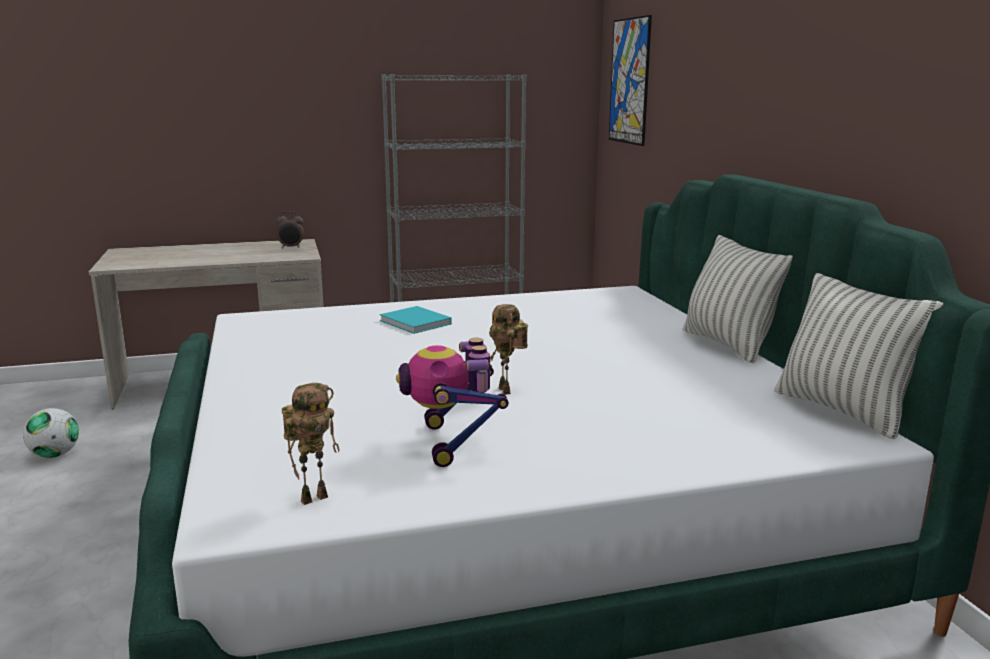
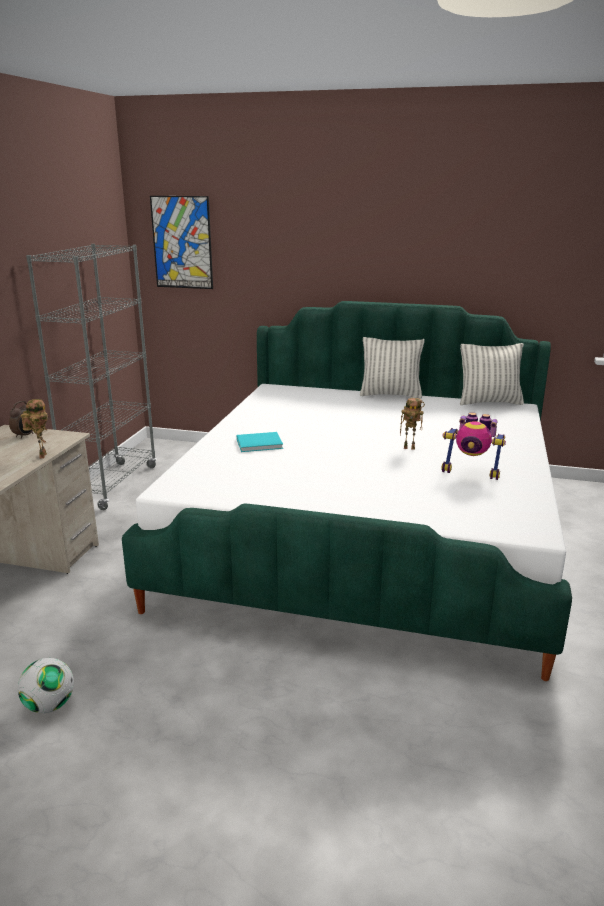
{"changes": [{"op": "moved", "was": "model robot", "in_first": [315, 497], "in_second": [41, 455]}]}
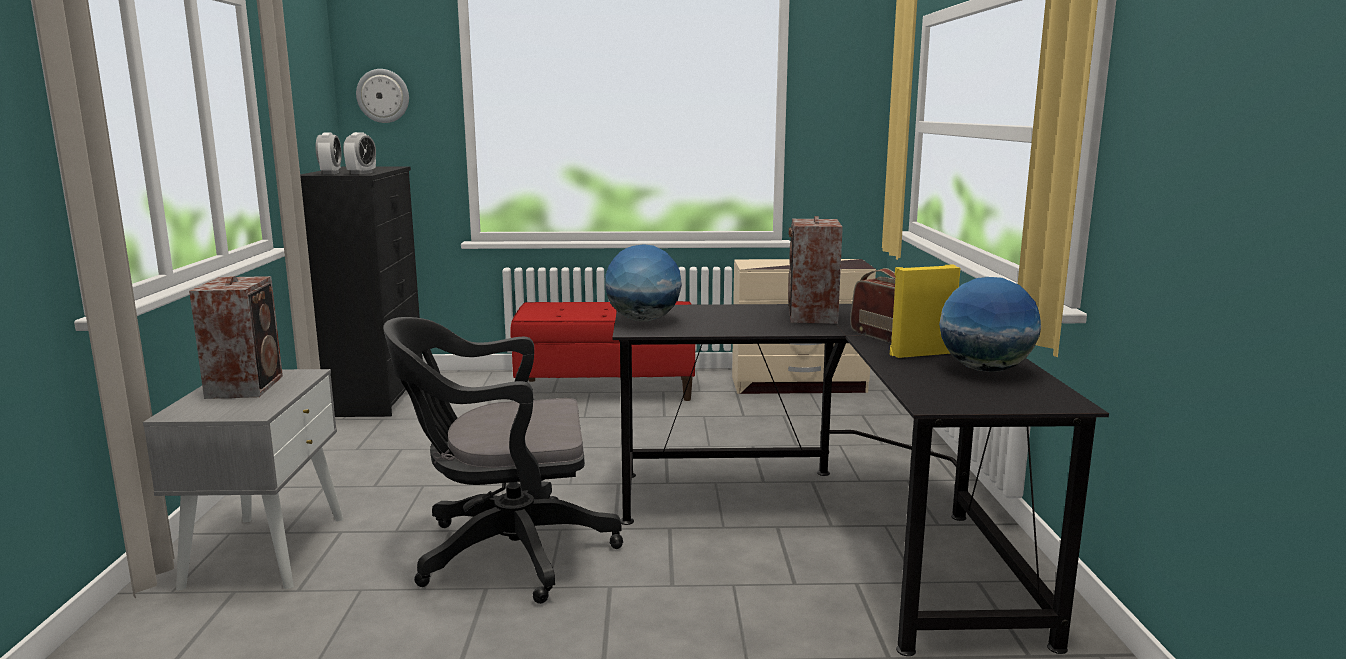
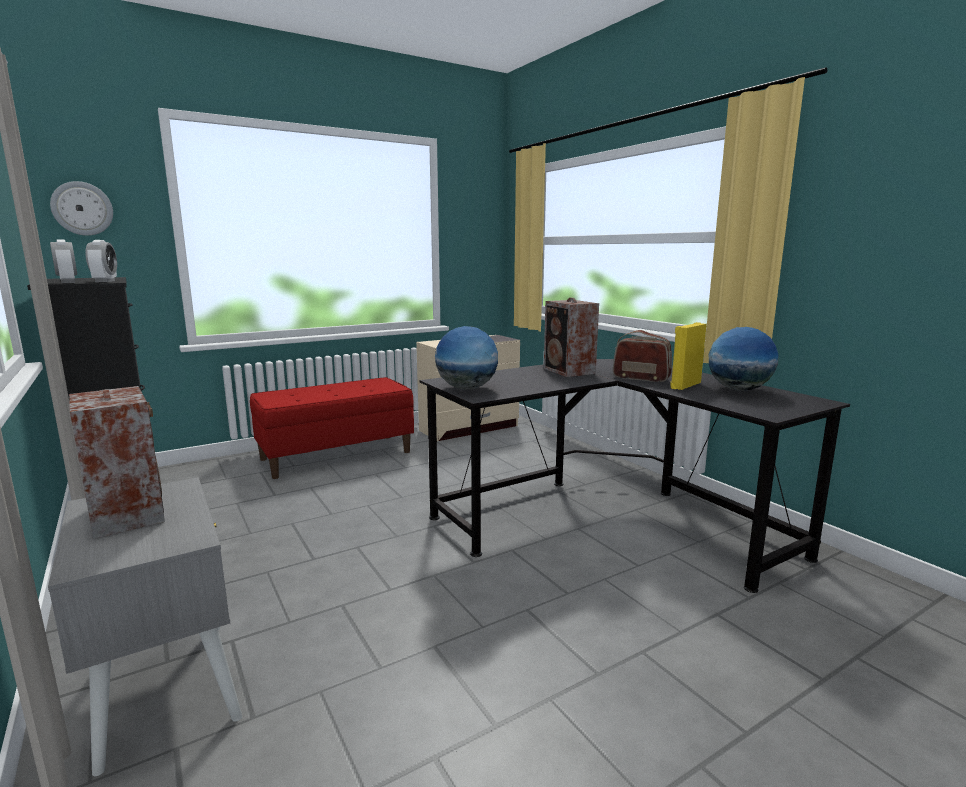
{"changes": [{"op": "removed", "was": "computer chair (black-coloured)", "in_first": [504, 552]}]}
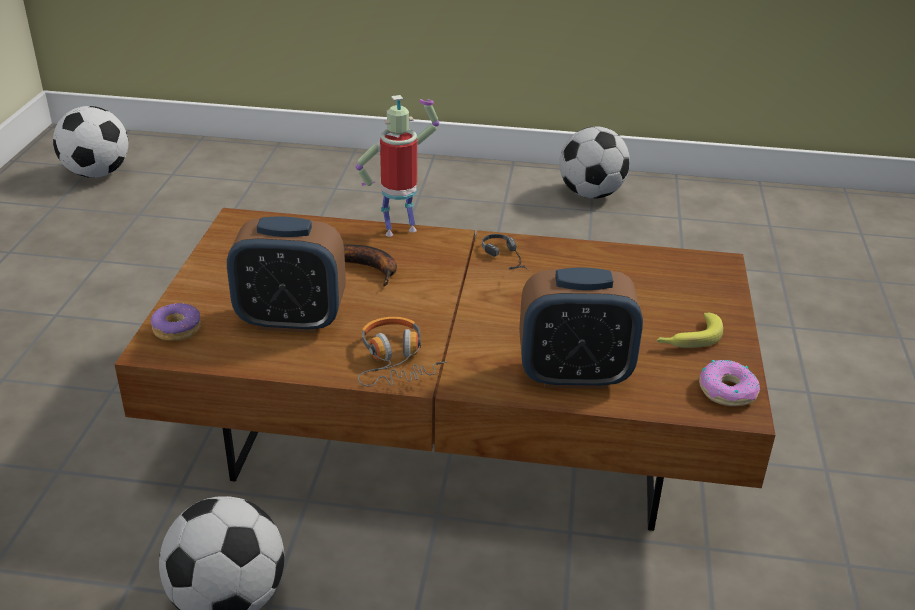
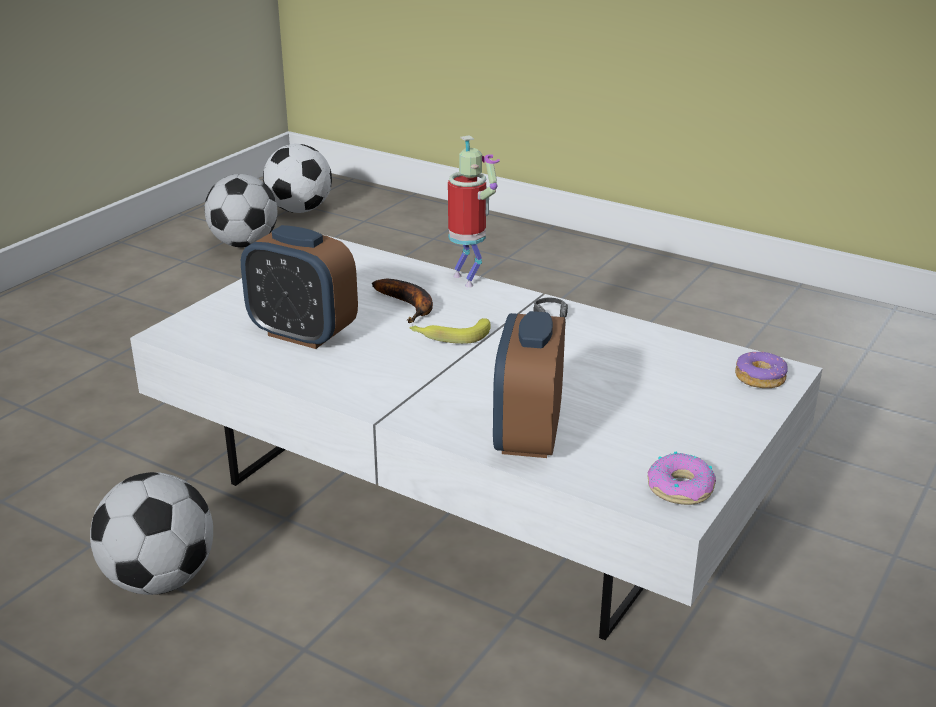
{"changes": [{"op": "turned", "was": "model robot", "in_first": [400, 229], "in_second": [468, 280], "clockwise": 60}, {"op": "moved", "was": "football", "in_first": [591, 194], "in_second": [245, 244]}, {"op": "recoloured", "was": "low table (brown)", "now": "low table (white)", "in_first": [456, 426], "in_second": [470, 491]}, {"op": "turned", "was": "table clock", "in_first": [574, 375], "in_second": [528, 437], "clockwise": 75}, {"op": "moved", "was": "donut", "in_first": [177, 329], "in_second": [760, 378]}, {"op": "moved", "was": "whole banana", "in_first": [688, 339], "in_second": [450, 336]}, {"op": "removed", "was": "pair of headphones", "in_first": [395, 361]}]}
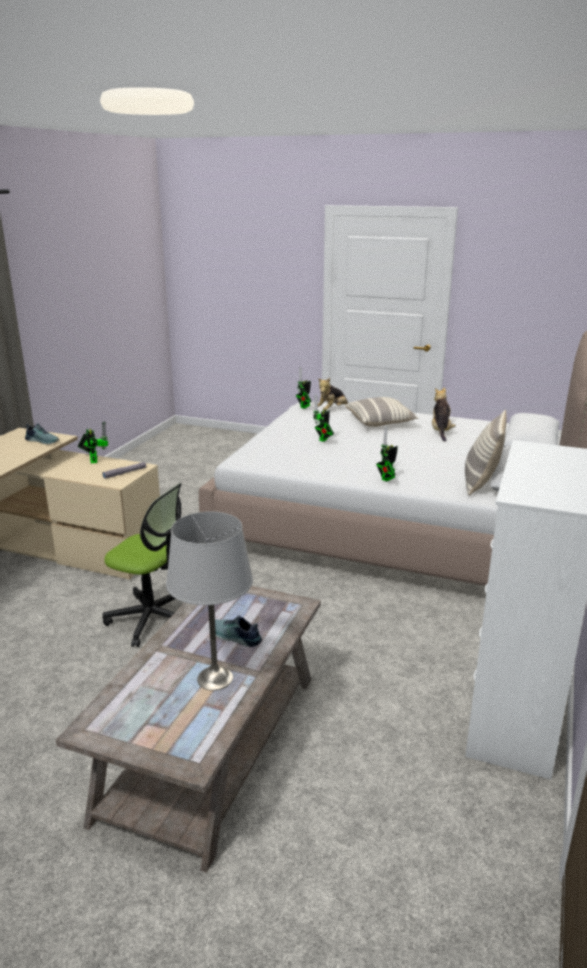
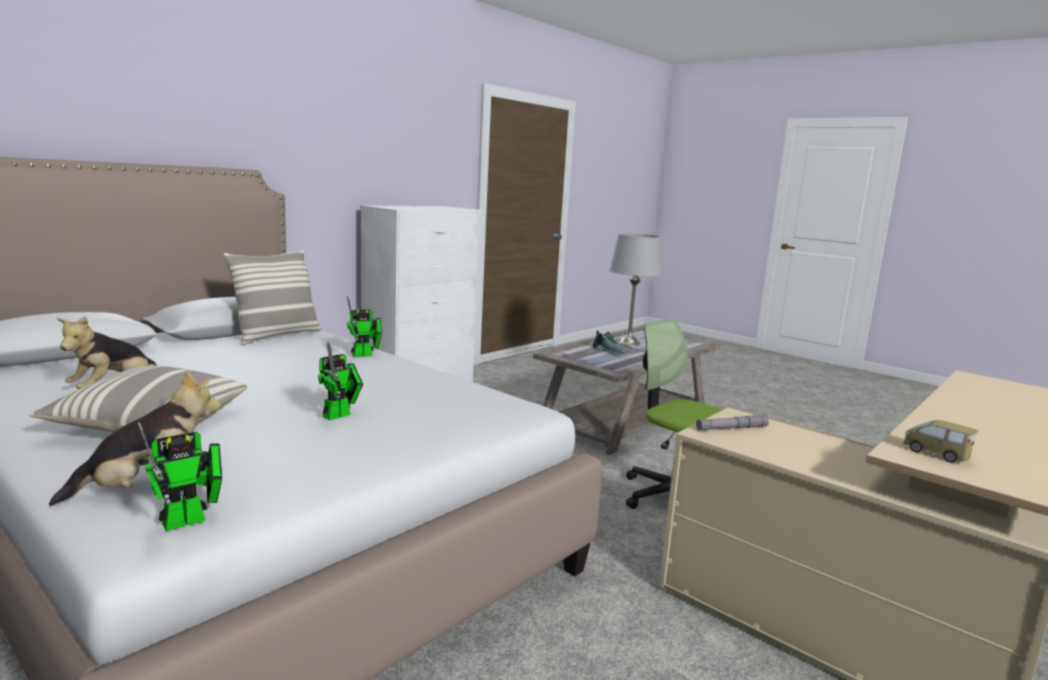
{"changes": [{"op": "removed", "was": "model robot", "in_first": [94, 460]}, {"op": "replaced", "was": "shoe", "now": "model car", "in_first": [43, 441], "in_second": [935, 453]}]}
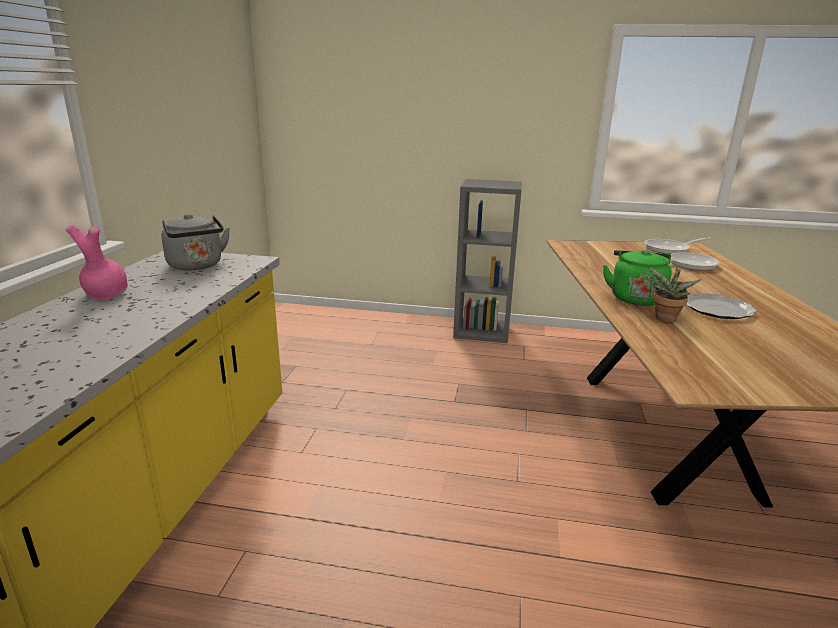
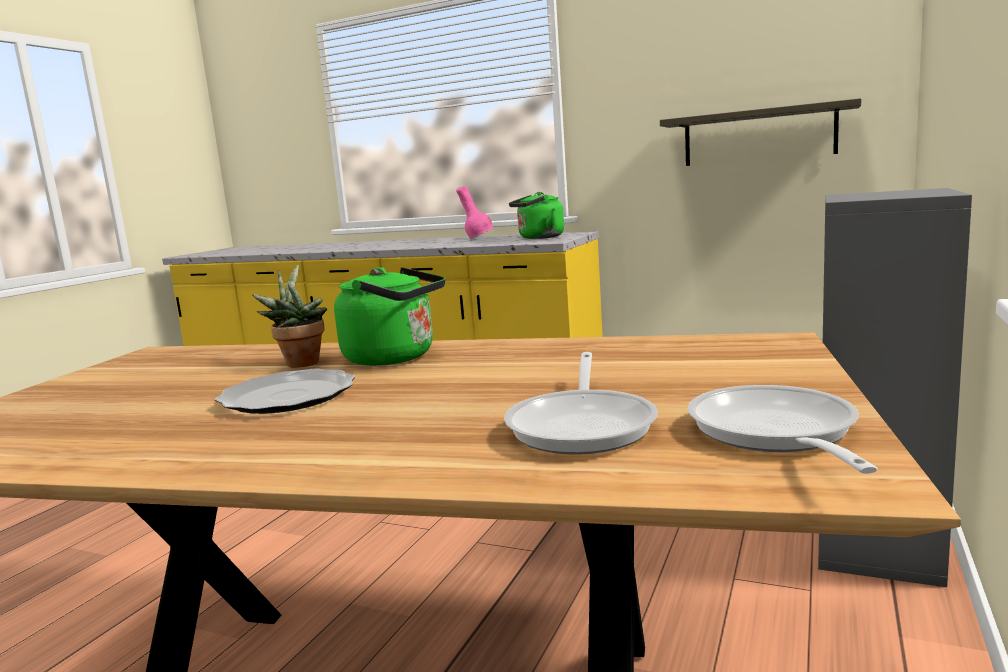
{"changes": [{"op": "recoloured", "was": "kettle (grey)", "now": "kettle (green)", "in_first": [197, 266], "in_second": [538, 238]}, {"op": "added", "now": "shelf", "in_second": [758, 136]}]}
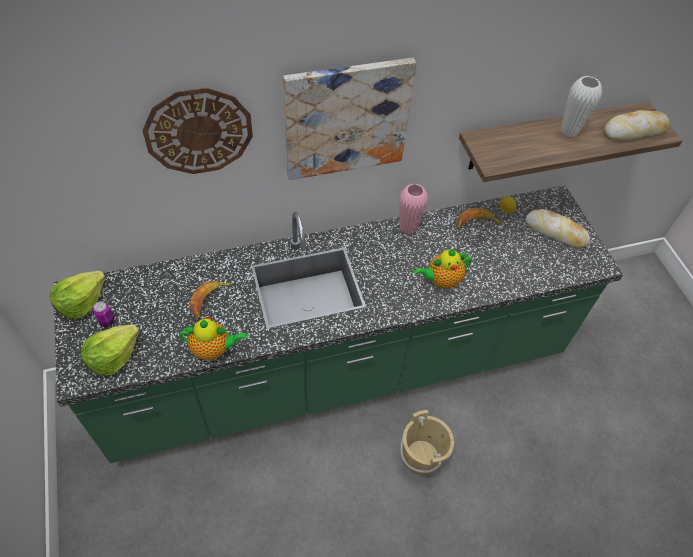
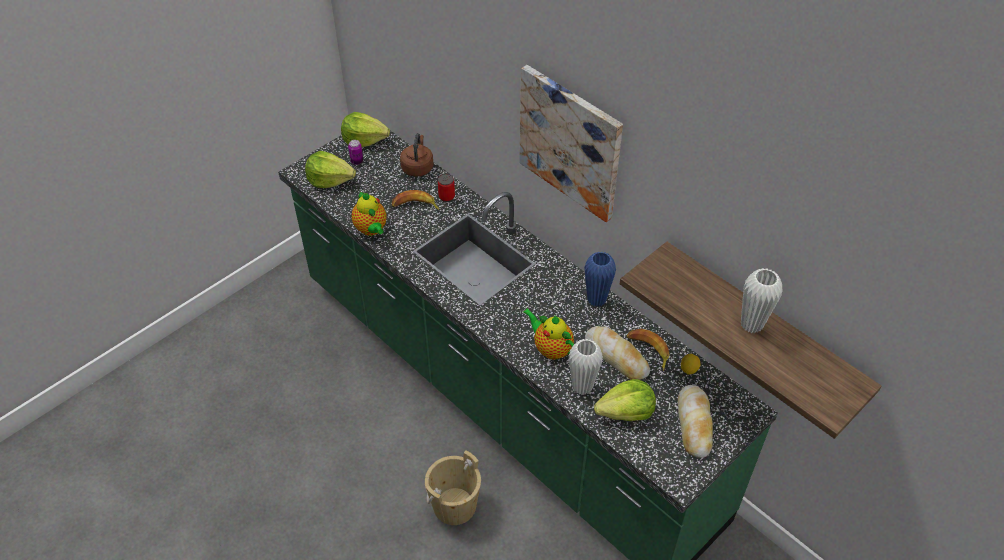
{"changes": [{"op": "removed", "was": "clock on the wall", "in_first": [199, 131]}, {"op": "moved", "was": "bread", "in_first": [634, 131], "in_second": [616, 357]}, {"op": "recoloured", "was": "decorative vase (pinkish)", "now": "decorative vase (bluish)", "in_first": [408, 228], "in_second": [596, 299]}, {"op": "added", "now": "kettle (brown)", "in_second": [417, 167]}, {"op": "added", "now": "sealed can", "in_second": [446, 196]}, {"op": "added", "now": "decorative vase (white)", "in_second": [582, 387]}, {"op": "added", "now": "lettuce head", "in_second": [626, 412]}]}
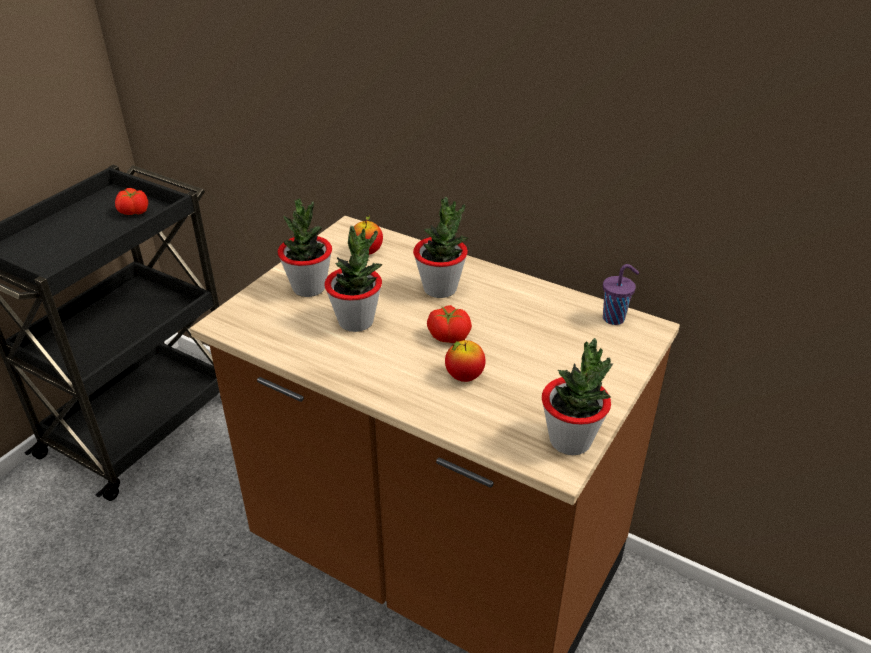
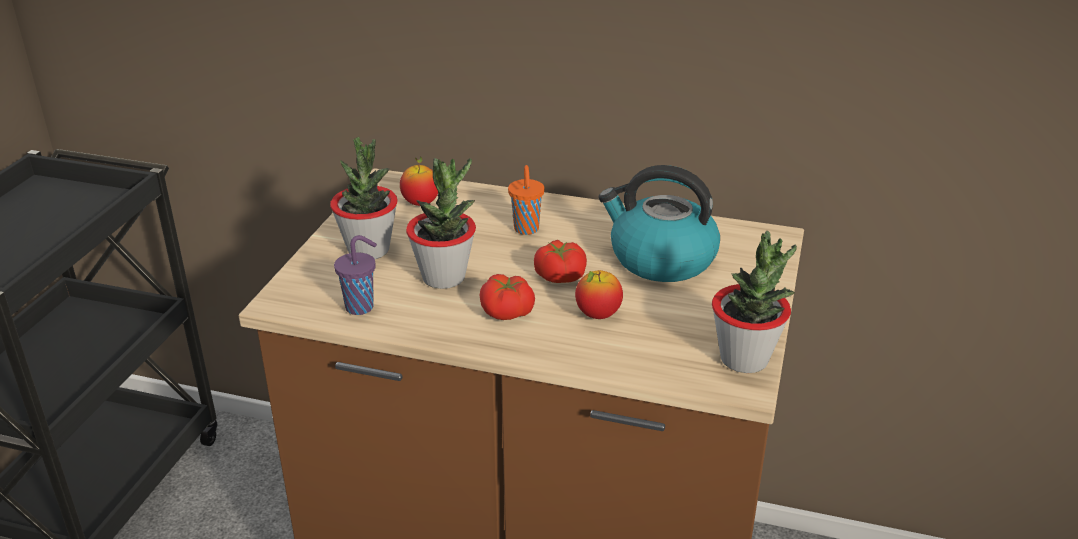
{"changes": [{"op": "moved", "was": "tomato", "in_first": [134, 212], "in_second": [507, 313]}, {"op": "replaced", "was": "potted plant", "now": "small cup (orange)", "in_first": [440, 289], "in_second": [526, 230]}, {"op": "moved", "was": "small cup (purple-coloured)", "in_first": [615, 318], "in_second": [361, 307]}, {"op": "added", "now": "kettle", "in_second": [660, 259]}]}
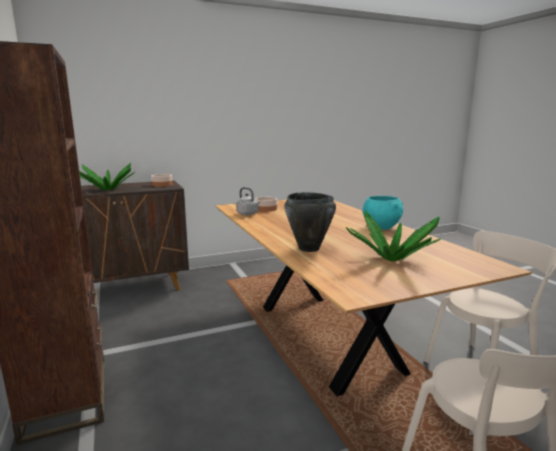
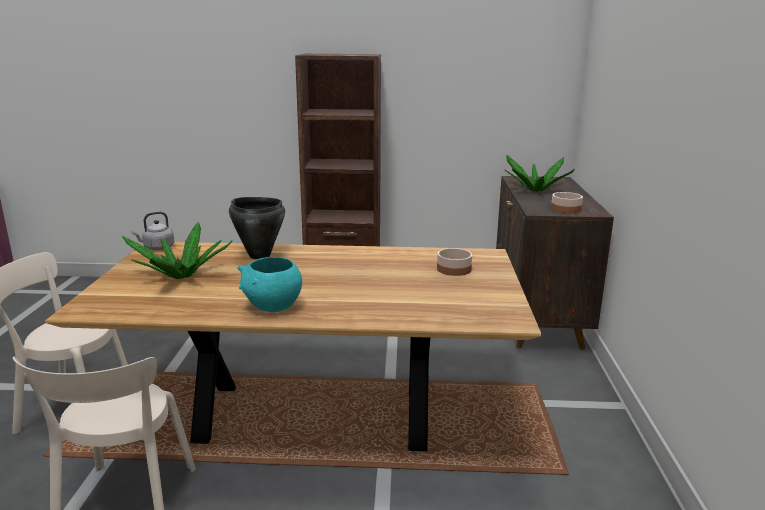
{"changes": [{"op": "moved", "was": "kettle (grey)", "in_first": [248, 214], "in_second": [157, 248]}]}
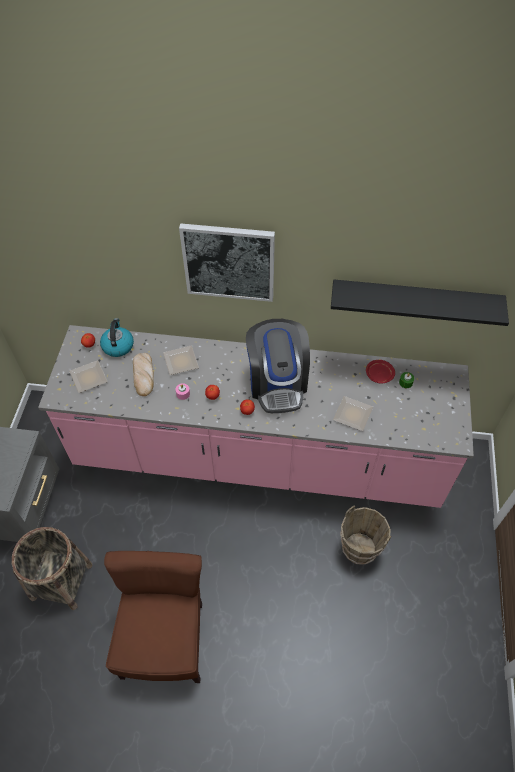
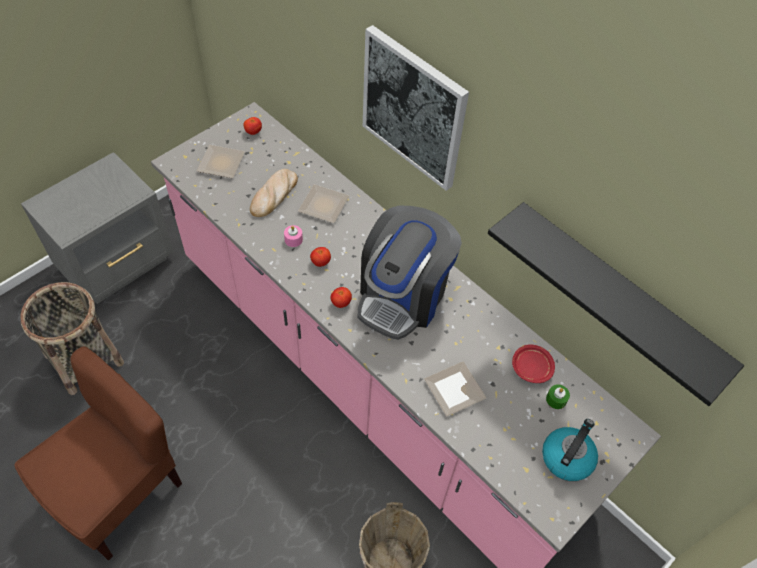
{"changes": [{"op": "moved", "was": "kettle", "in_first": [118, 345], "in_second": [567, 457]}]}
